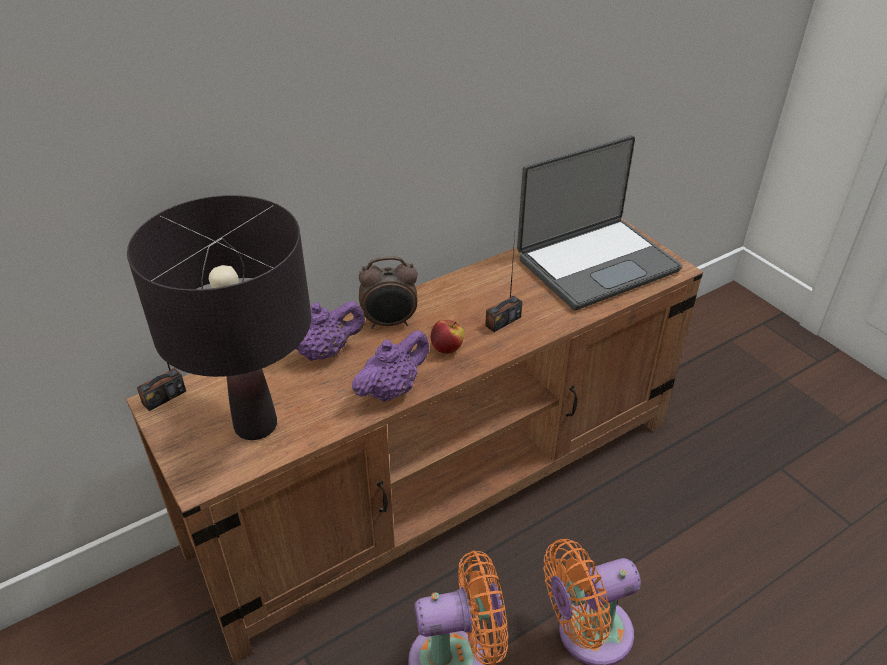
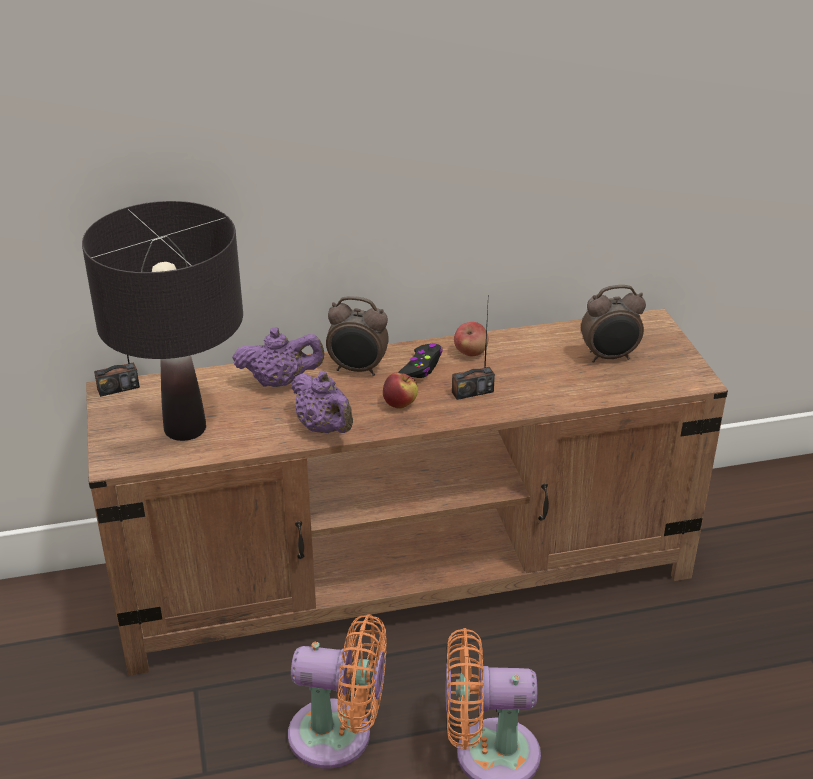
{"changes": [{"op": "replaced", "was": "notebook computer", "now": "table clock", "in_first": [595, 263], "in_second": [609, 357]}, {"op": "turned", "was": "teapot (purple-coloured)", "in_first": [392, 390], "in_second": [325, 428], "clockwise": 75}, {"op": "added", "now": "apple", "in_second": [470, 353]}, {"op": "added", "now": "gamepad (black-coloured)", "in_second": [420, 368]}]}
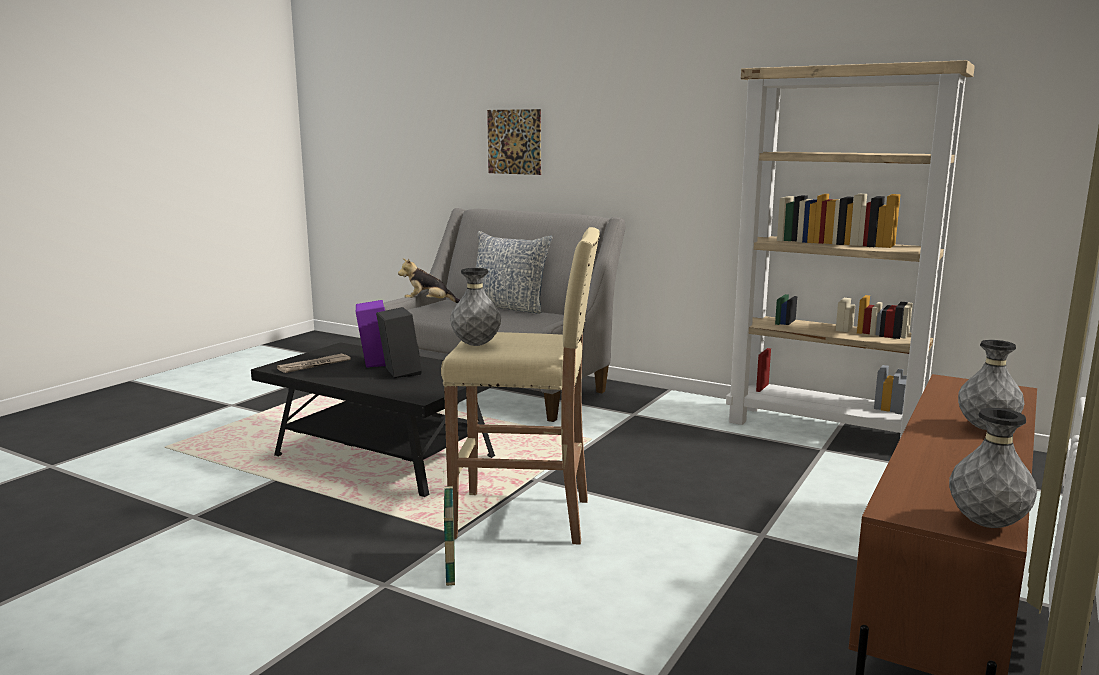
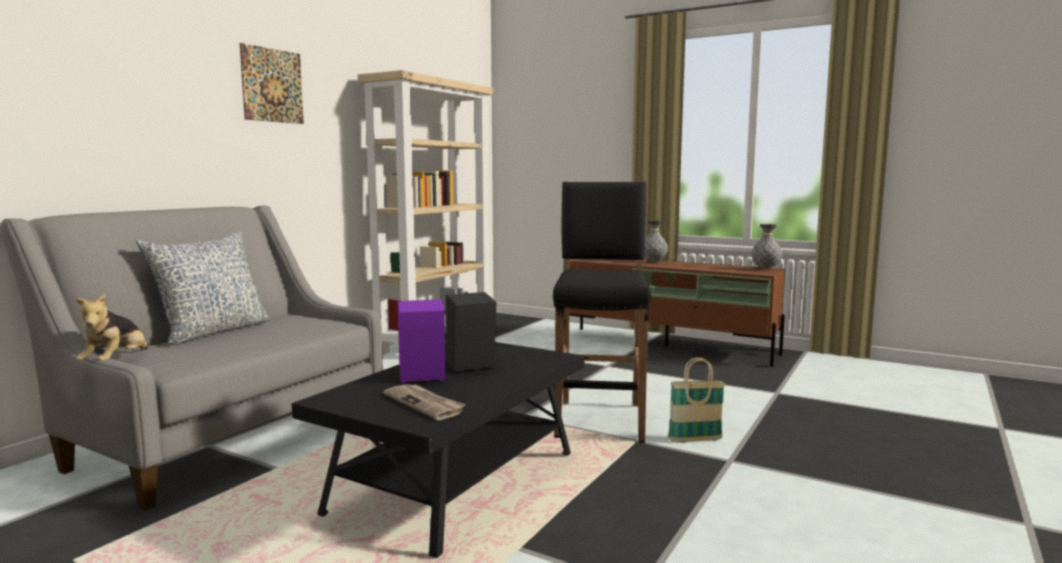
{"changes": [{"op": "moved", "was": "wall art", "in_first": [514, 142], "in_second": [272, 85]}, {"op": "recoloured", "was": "stool seat (sand-coloured)", "now": "stool seat (black-coloured)", "in_first": [525, 518], "in_second": [600, 419]}, {"op": "removed", "was": "decorative vase (grey)", "in_first": [476, 345]}]}
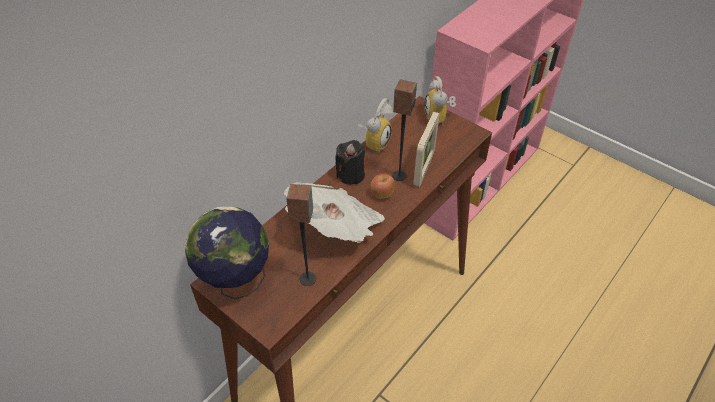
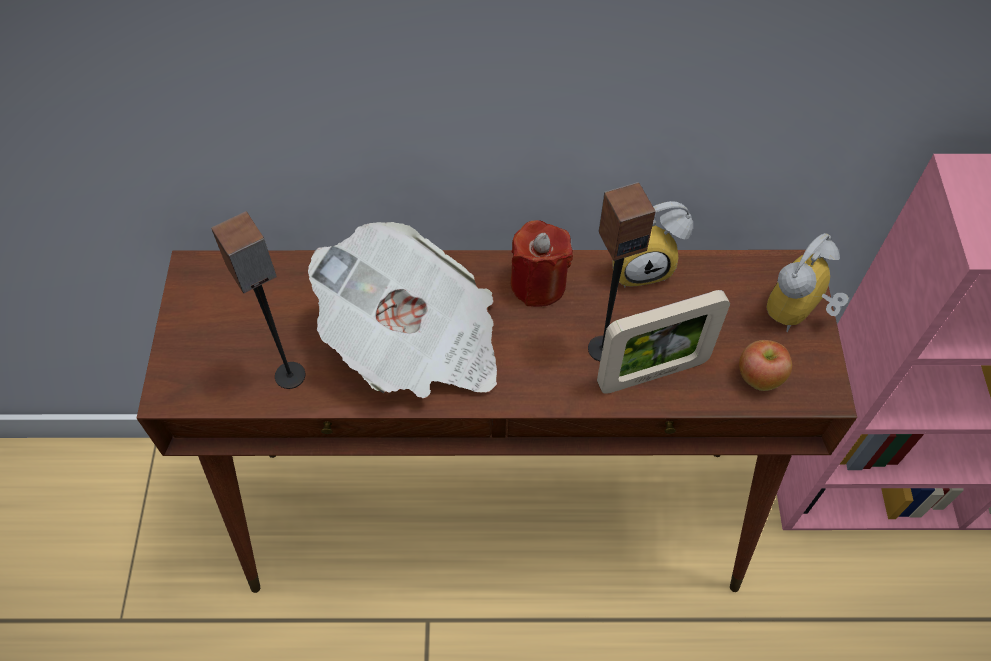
{"changes": [{"op": "recoloured", "was": "wax candle (black-coloured)", "now": "wax candle (red-coloured)", "in_first": [350, 175], "in_second": [538, 284]}, {"op": "moved", "was": "apple", "in_first": [382, 194], "in_second": [759, 377]}, {"op": "removed", "was": "globe", "in_first": [236, 283]}]}
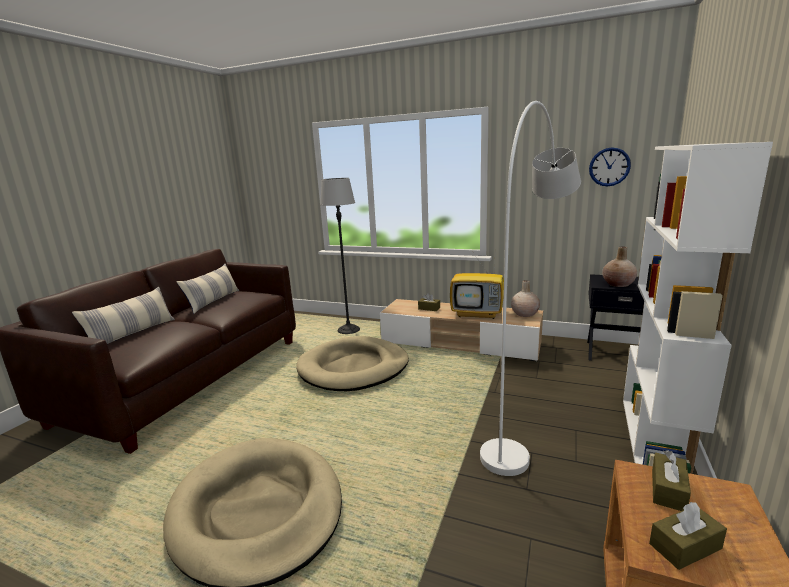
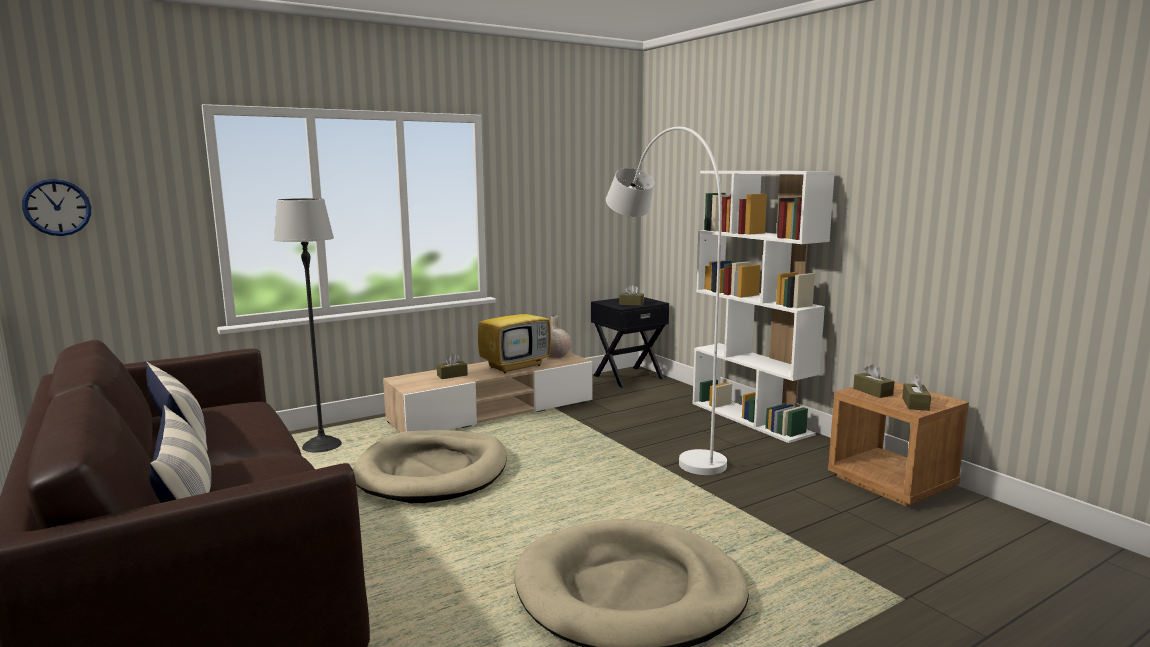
{"changes": [{"op": "moved", "was": "clock on the wall", "in_first": [609, 167], "in_second": [57, 207]}, {"op": "replaced", "was": "decorative vase (sand-coloured)", "now": "box of tissues (brown)", "in_first": [618, 284], "in_second": [631, 304]}]}
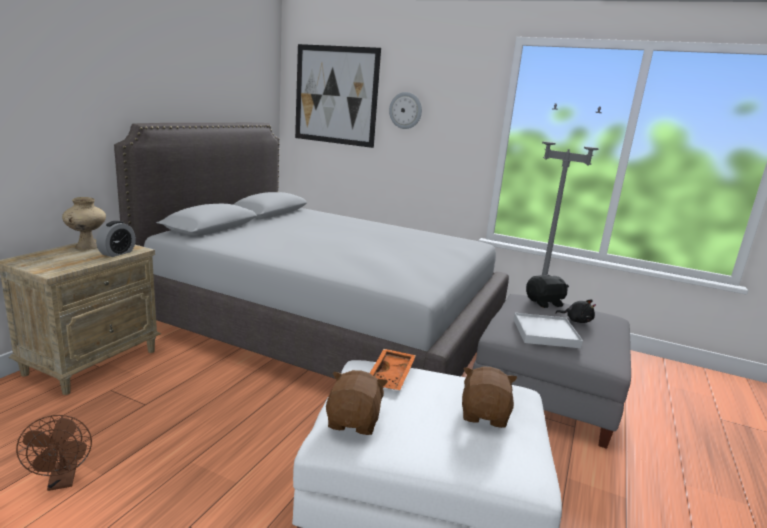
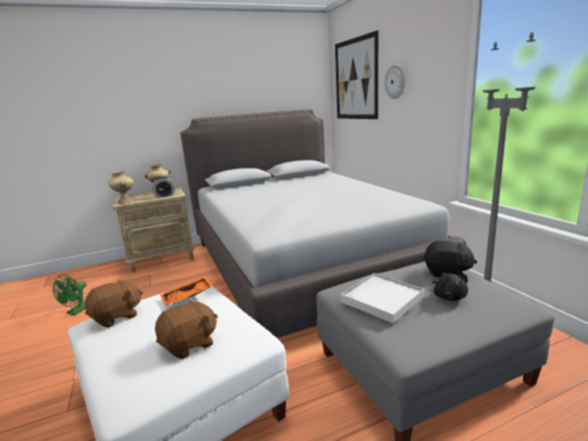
{"changes": [{"op": "recoloured", "was": "cooling fan (brown)", "now": "cooling fan (green)", "in_first": [62, 481], "in_second": [76, 311]}, {"op": "added", "now": "decorative vase (sand-coloured)", "in_second": [124, 201]}]}
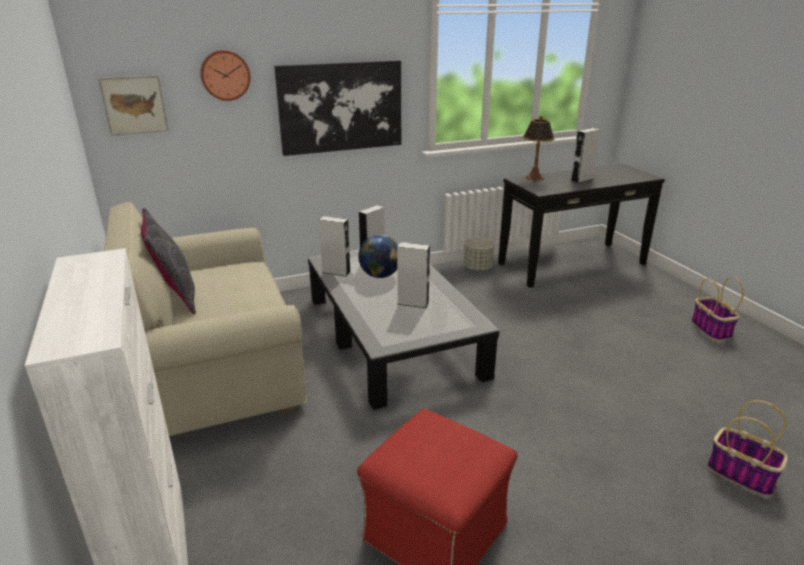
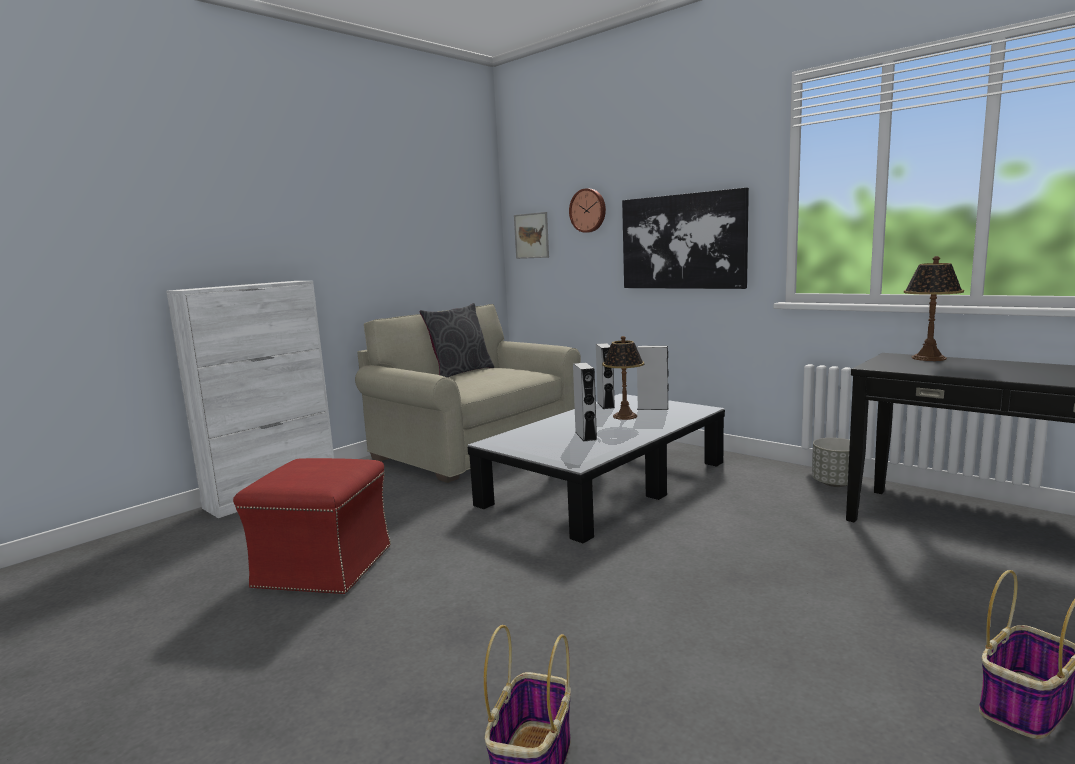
{"changes": [{"op": "removed", "was": "loudspeaker (grey)", "in_first": [581, 179]}, {"op": "replaced", "was": "globe", "now": "lamp for a table", "in_first": [380, 275], "in_second": [624, 416]}]}
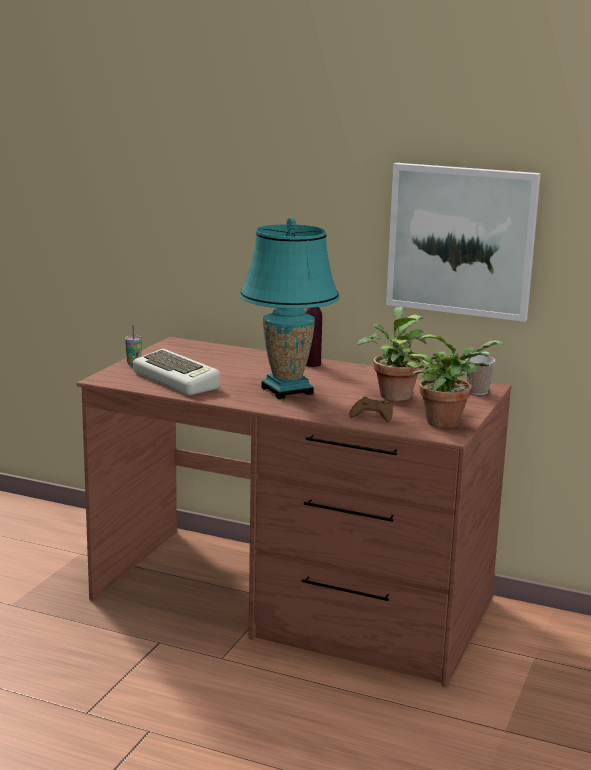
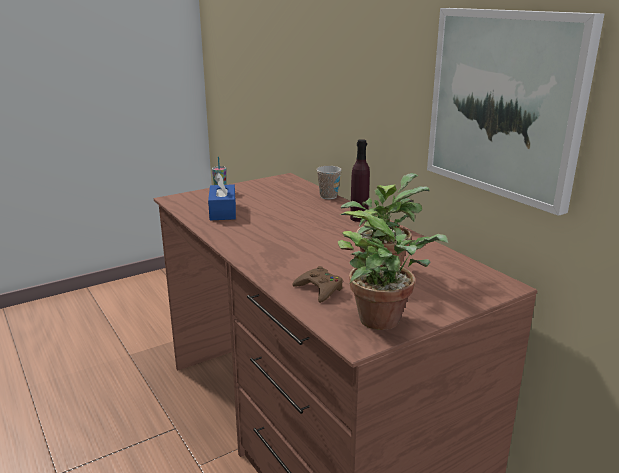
{"changes": [{"op": "removed", "was": "lamp for a table (turquoise-coloured)", "in_first": [286, 390]}, {"op": "replaced", "was": "computer keyboard", "now": "box of tissues (bluish)", "in_first": [178, 380], "in_second": [223, 211]}, {"op": "moved", "was": "small cup", "in_first": [477, 392], "in_second": [328, 196]}]}
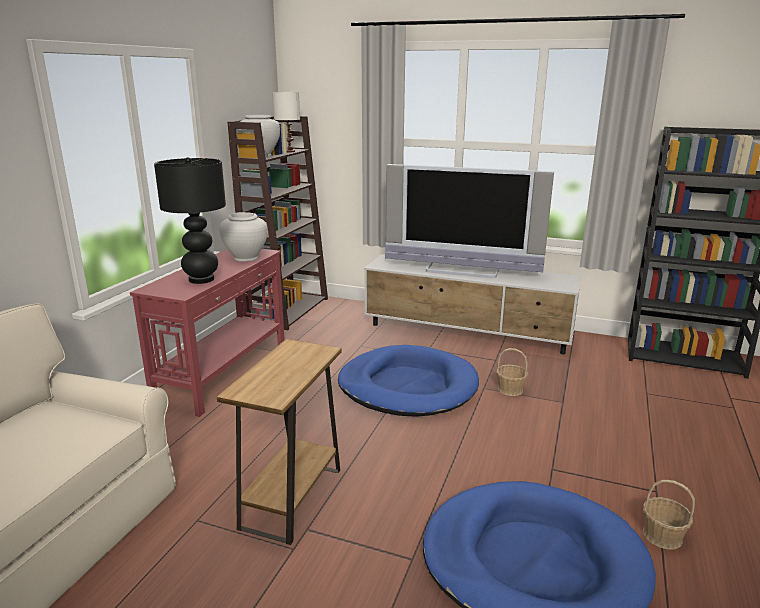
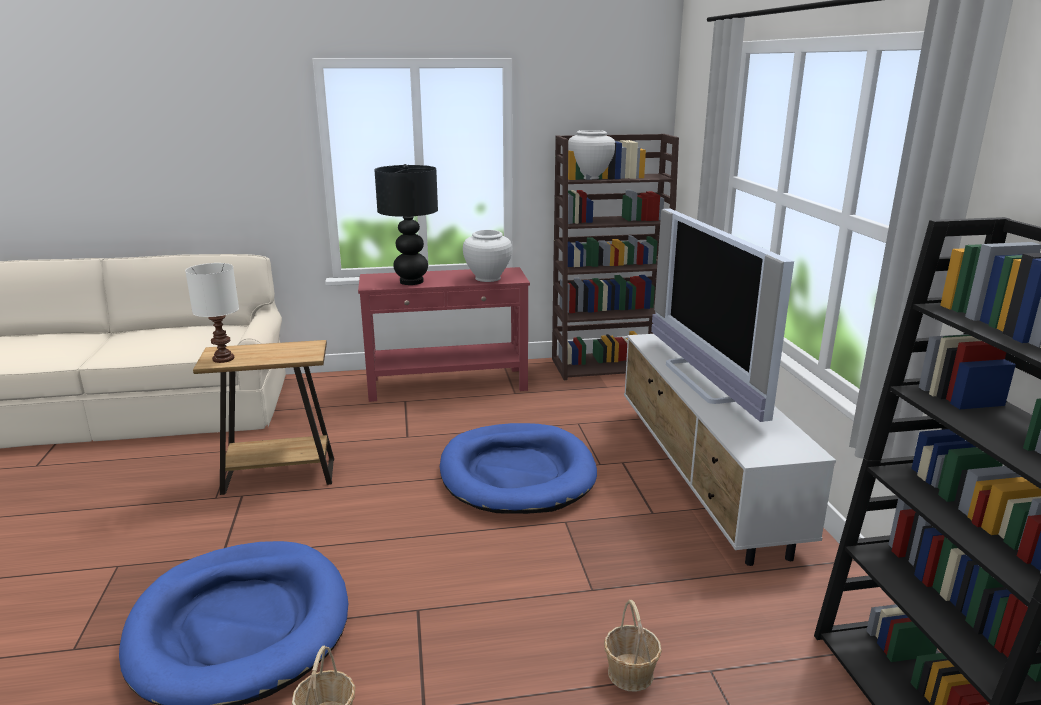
{"changes": [{"op": "moved", "was": "lamp for a table (white)", "in_first": [289, 151], "in_second": [224, 359]}, {"op": "moved", "was": "basket", "in_first": [510, 389], "in_second": [630, 674]}]}
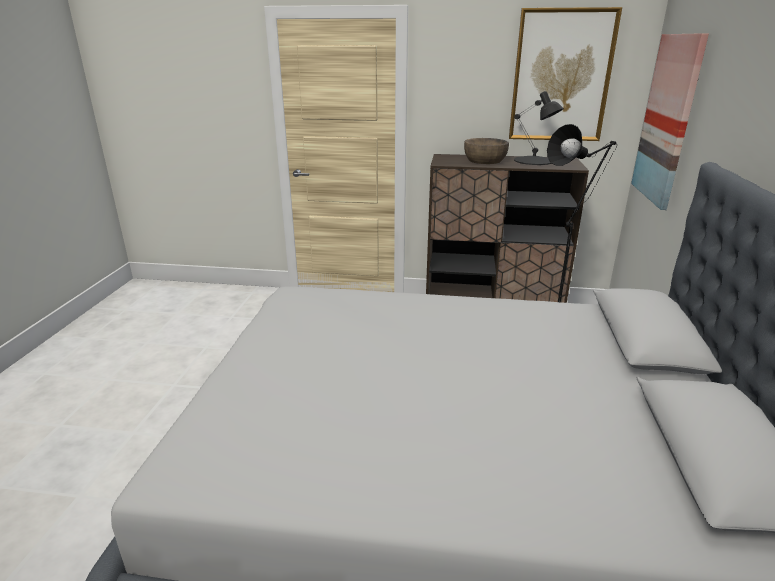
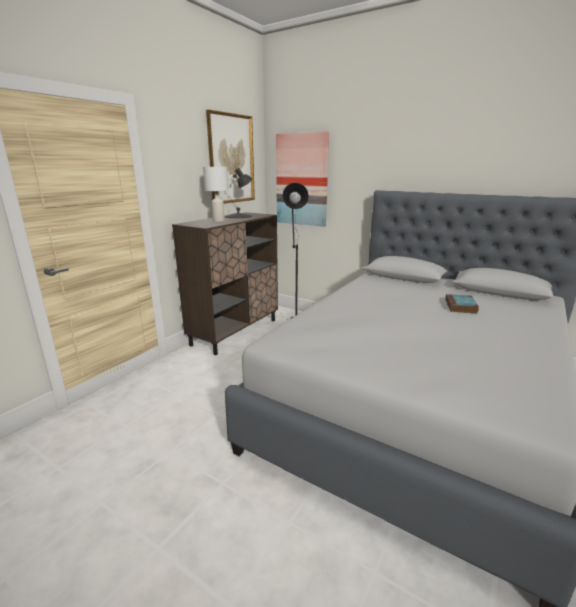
{"changes": [{"op": "replaced", "was": "deep dish (brown)", "now": "lamp for a table (white)", "in_first": [484, 160], "in_second": [218, 220]}, {"op": "added", "now": "volume", "in_second": [461, 307]}]}
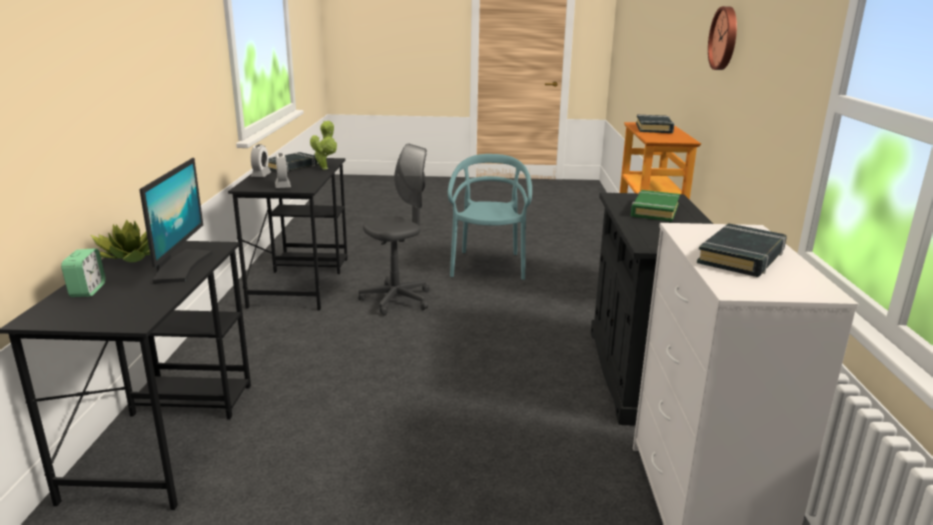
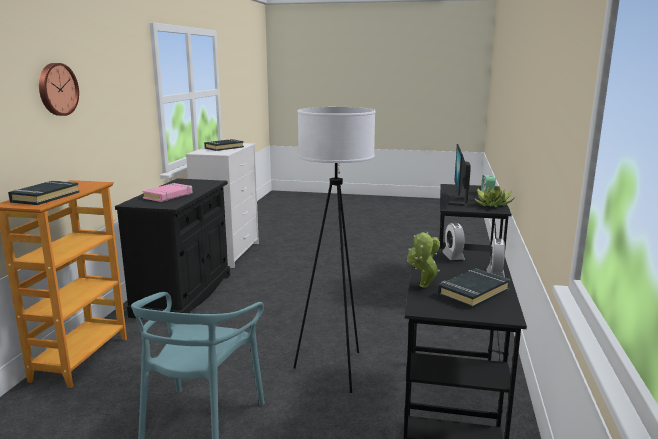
{"changes": [{"op": "replaced", "was": "computer chair (grey)", "now": "standing lamp (white)", "in_first": [397, 300], "in_second": [335, 369]}, {"op": "recoloured", "was": "volume (green)", "now": "volume (pinkish)", "in_first": [654, 210], "in_second": [168, 196]}]}
